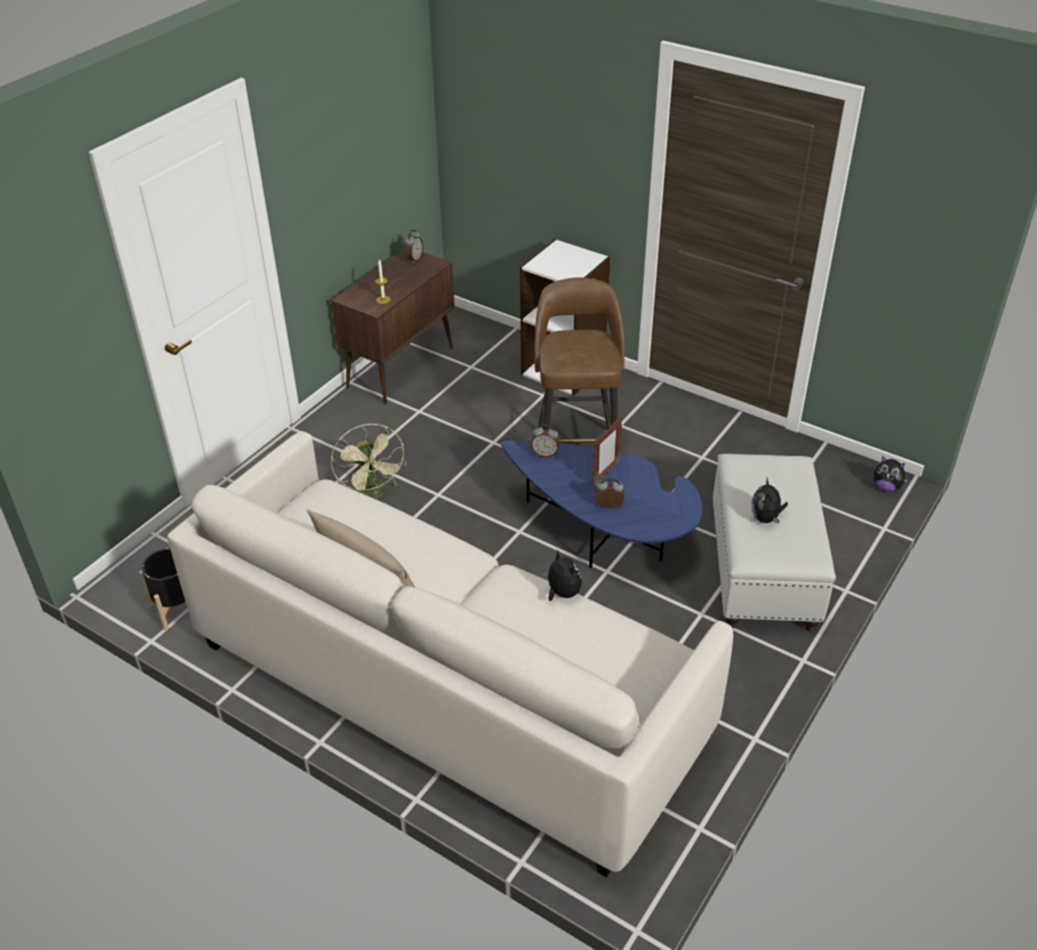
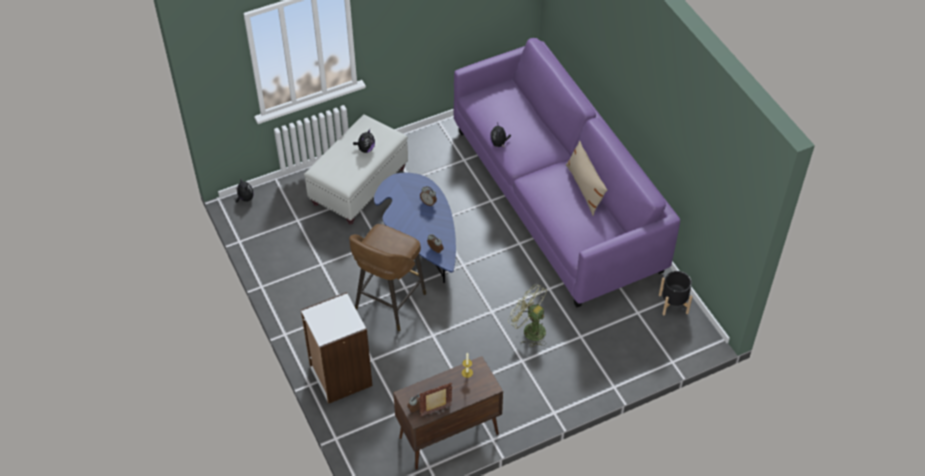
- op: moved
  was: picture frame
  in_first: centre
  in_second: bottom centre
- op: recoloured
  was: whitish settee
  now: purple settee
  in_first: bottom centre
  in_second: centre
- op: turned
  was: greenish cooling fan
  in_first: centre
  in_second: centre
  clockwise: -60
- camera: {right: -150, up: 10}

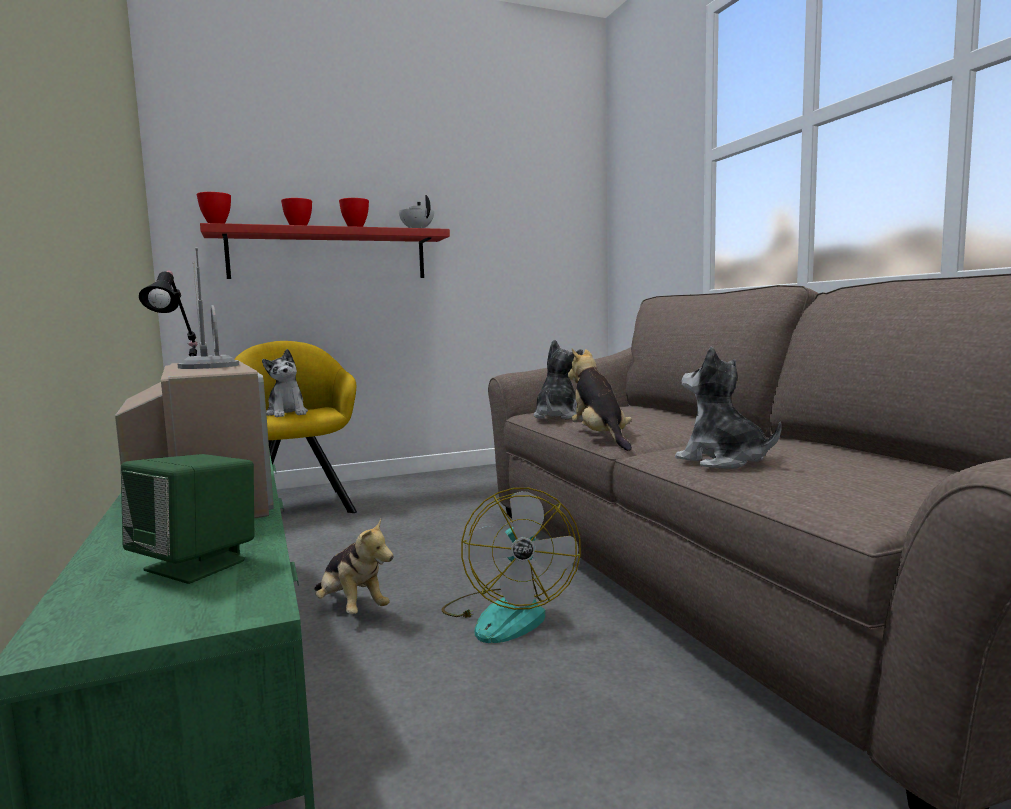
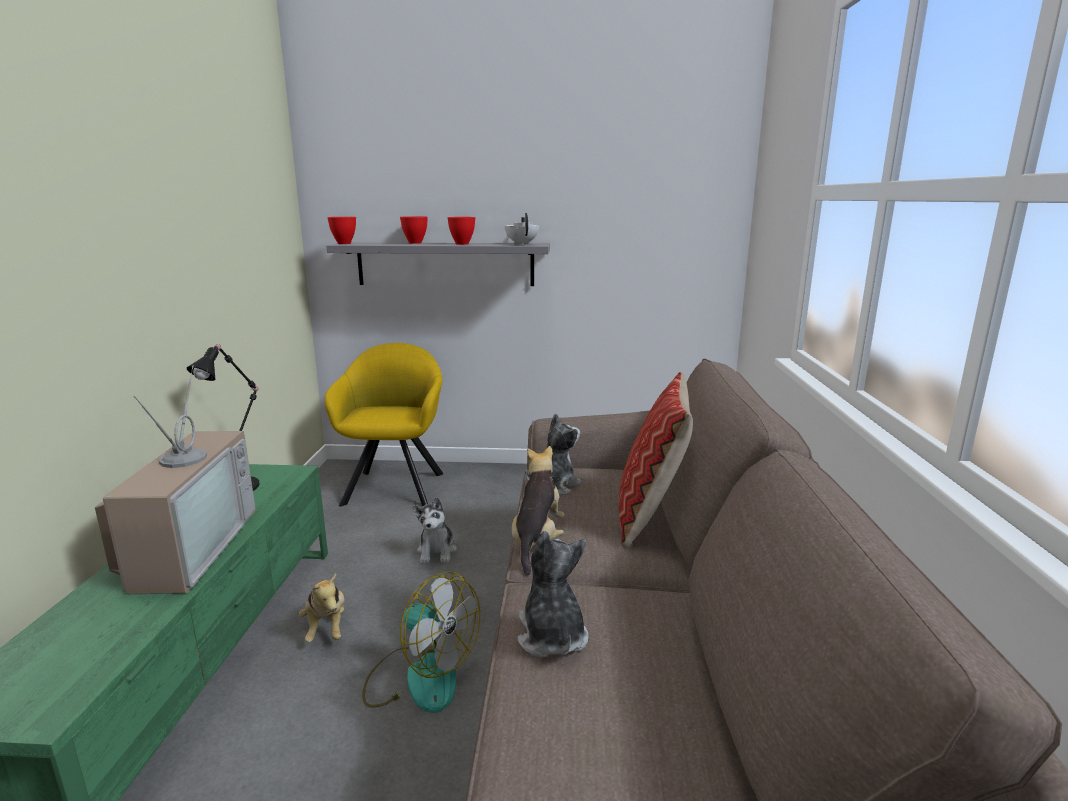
- op: removed
  was: greenish speaker
  in_first: middle left
- op: added
  now: cushion
  in_second: centre
- op: moved
  was: soft toy (1st from left in the first image)
  now: soft toy (2nd from left)
  in_first: middle left
  in_second: centre
- op: recoloured
  was: red-coloured shelf
  now: grey shelf
  in_first: top left
  in_second: top centre
- op: turned
  was: cooling fan
  in_first: bottom centre
  in_second: bottom centre
  clockwise: -75
- camera: {right: 25, up: 10}

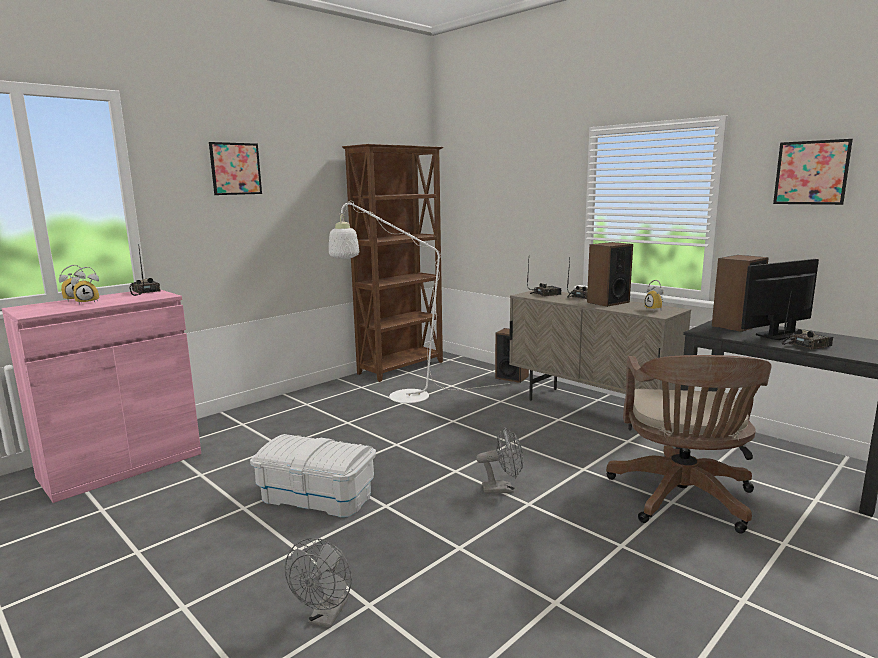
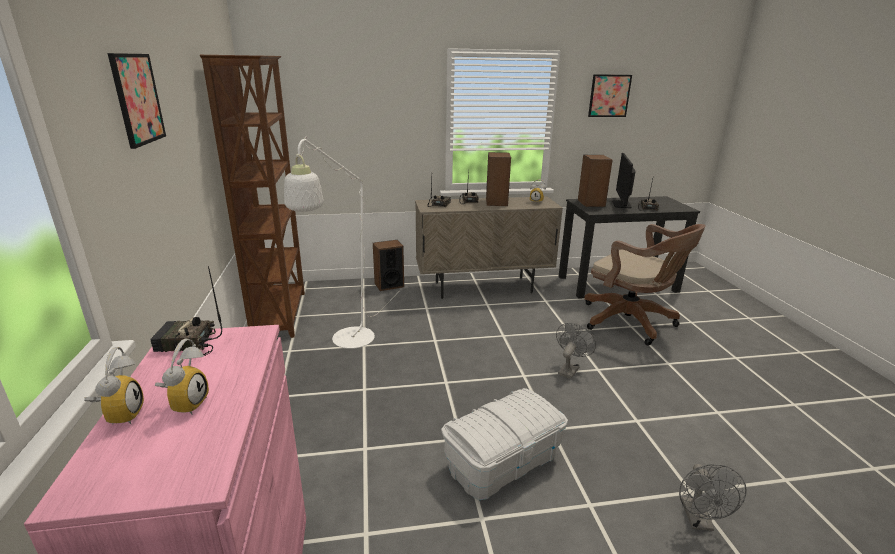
- op: turned
  was: grey cooling fan (1st from left in the first image)
  in_first: bottom centre
  in_second: bottom right
  clockwise: 45
- camera: {right: -55, up: 10}

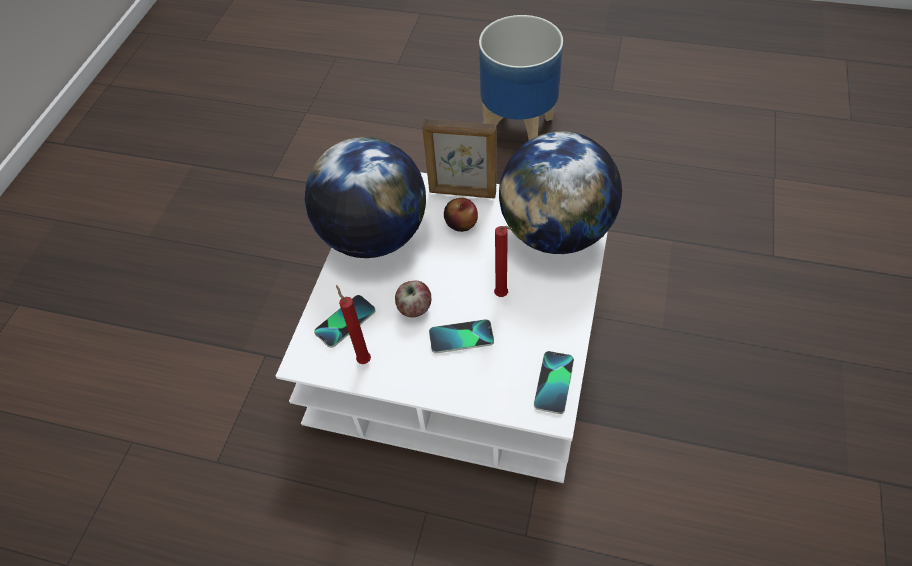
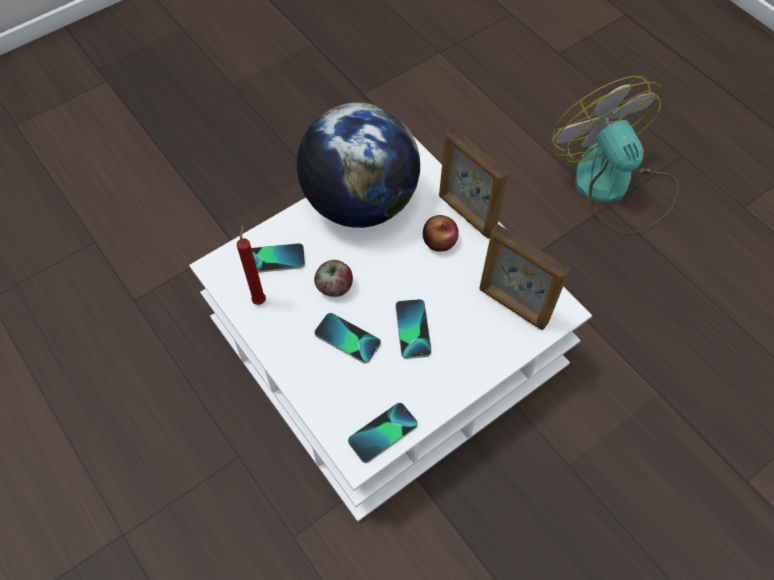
- op: replaced
  was: planter
  now: cooling fan
  in_first: top centre
  in_second: top right
- op: replaced
  was: red-coloured wax candle (2nd from left)
  now: telephone (4th from left)
  in_first: centre
  in_second: centre
- op: replaced
  was: world globe (2nd from left)
  now: picture frame (2nd from left)
  in_first: centre
  in_second: middle right
- camera: {right: 35, up: 5}

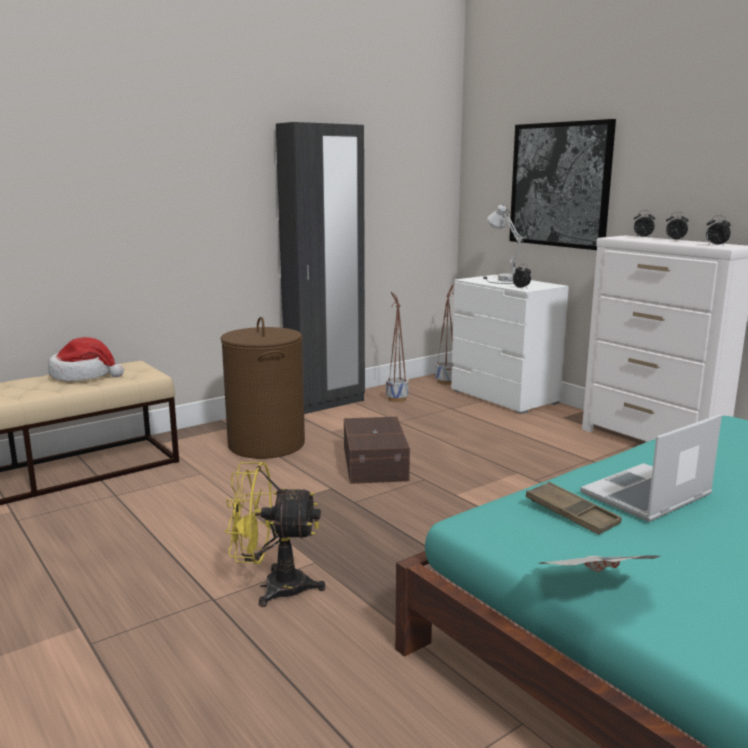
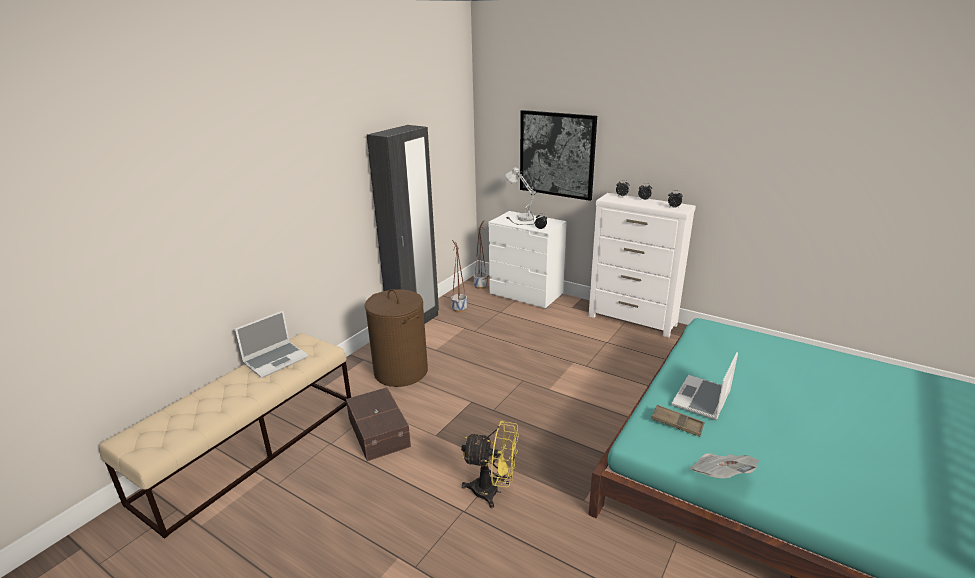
- op: moved
  was: brownish storage bin
  in_first: centre
  in_second: bottom centre
- op: replaced
  was: hat
  now: notebook computer (1st from left)
  in_first: middle left
  in_second: middle left
- op: turned
  was: yellow-coloured cooling fan
  in_first: bottom centre
  in_second: bottom centre
  clockwise: -150
- camera: {right: -20, up: 10}

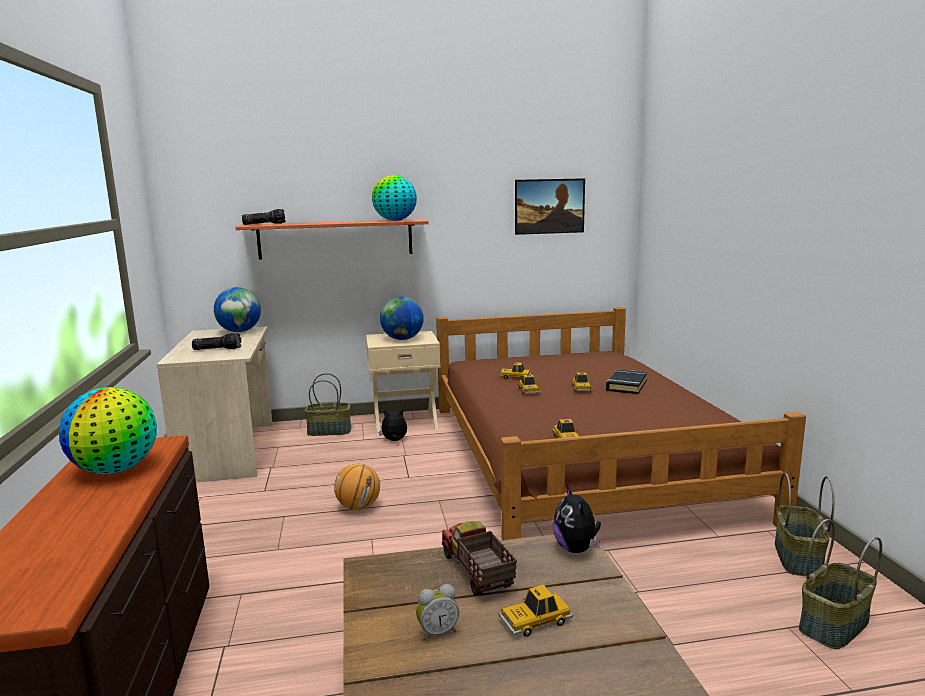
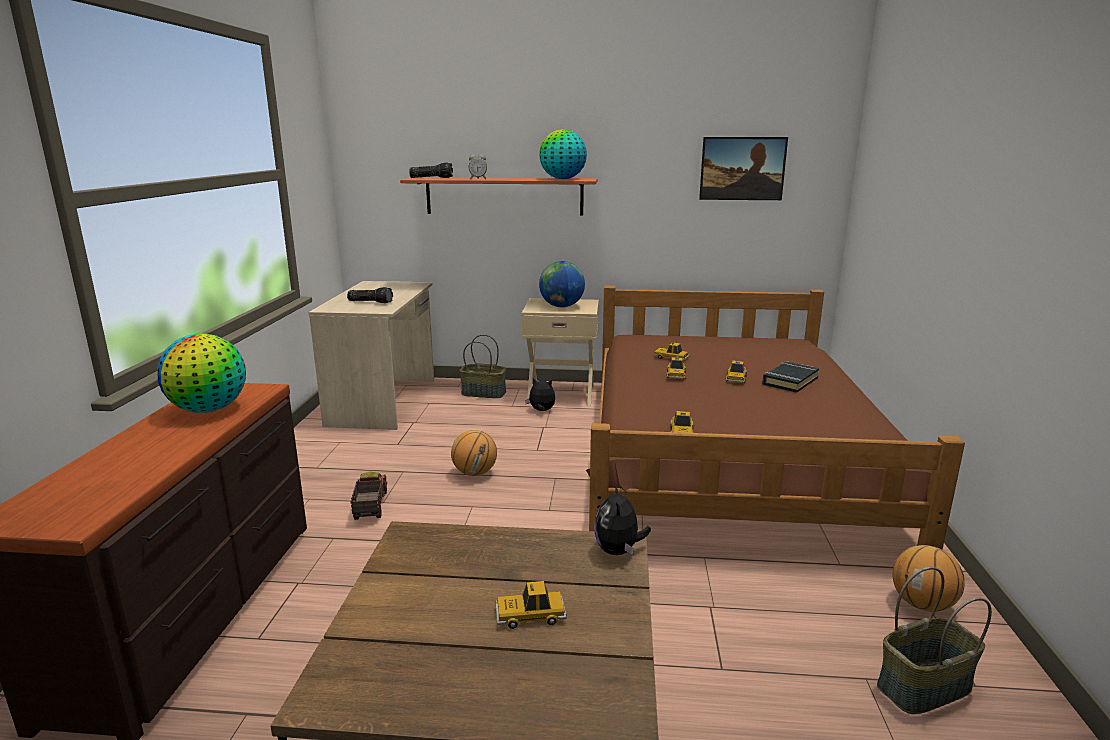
- op: removed
  was: world globe (2nd from left)
  in_first: middle left
- op: moved
  was: alarm clock
  in_first: bottom centre
  in_second: top centre
- op: moved
  was: toy truck
  in_first: bottom centre
  in_second: bottom left
- op: replaced
  was: storage basket (2nd from left)
  now: basketball ball (2nd from left)
  in_first: bottom right
  in_second: bottom right
- camera: {right: 15, up: 5}

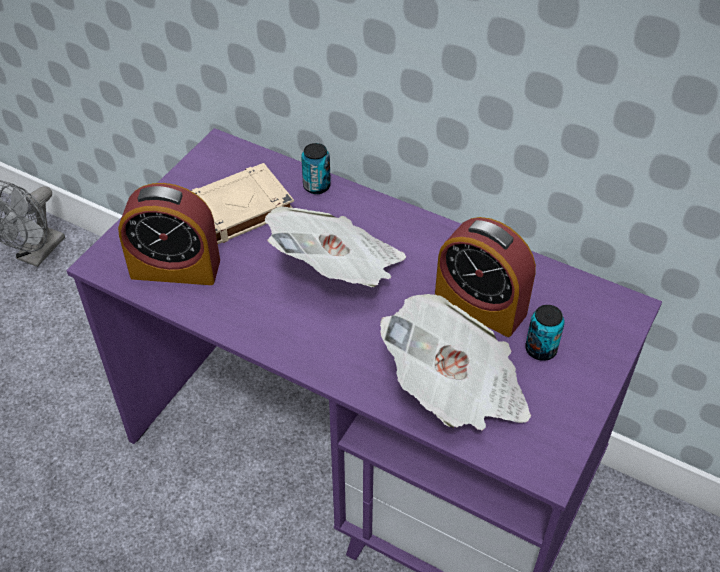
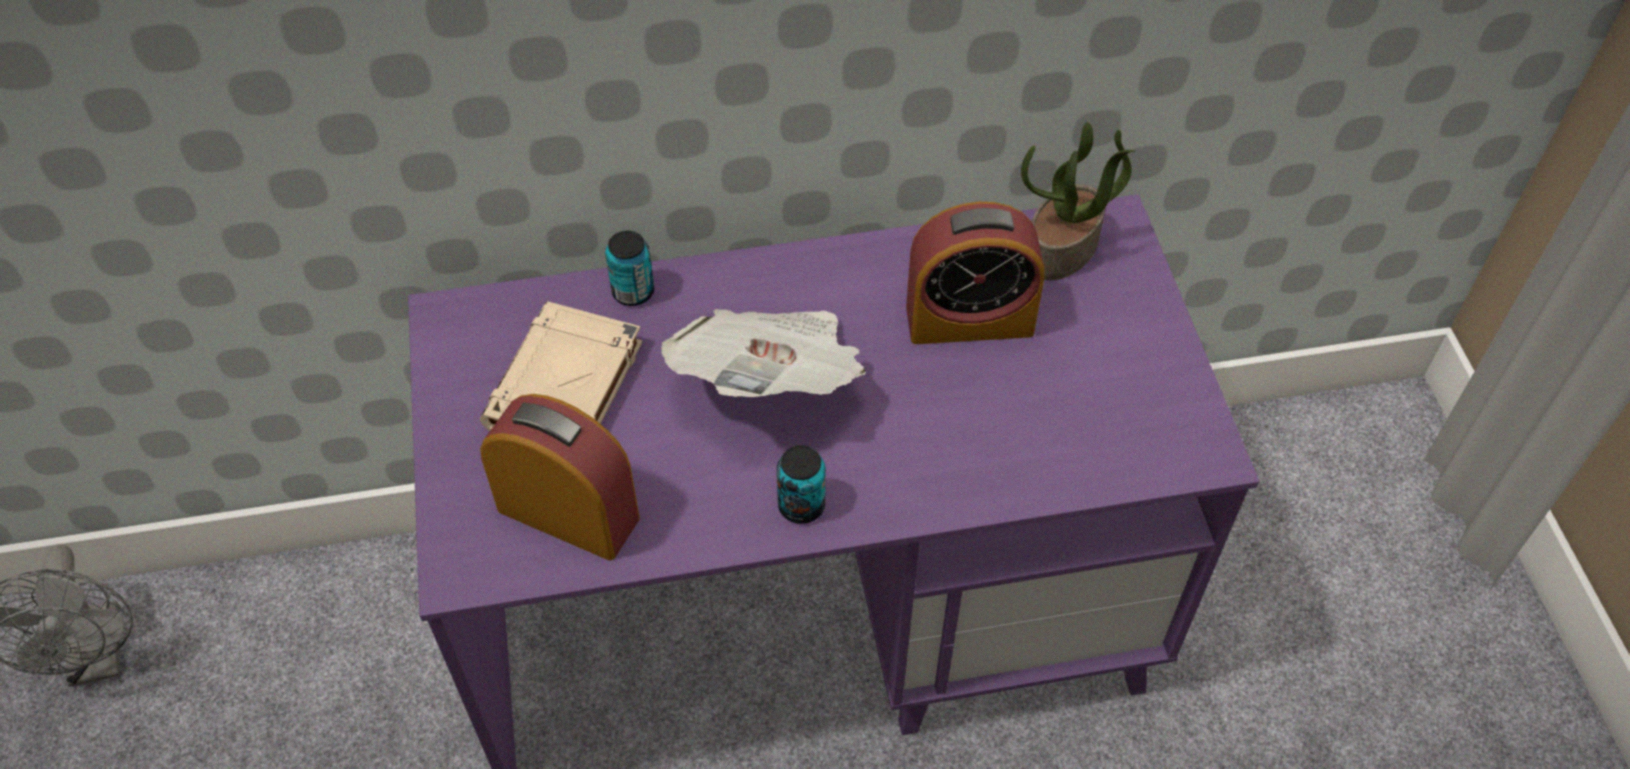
- op: removed
  was: newspaper (2nd from left)
  in_first: centre
- op: added
  now: houseplant
  in_second: top centre
- op: moved
  was: metal can (2nd from left)
  in_first: middle right
  in_second: centre
- op: turned
  was: alarm clock (1st from left)
  in_first: middle left
  in_second: centre
  clockwise: -120
- camera: {right: -40, up: 5}

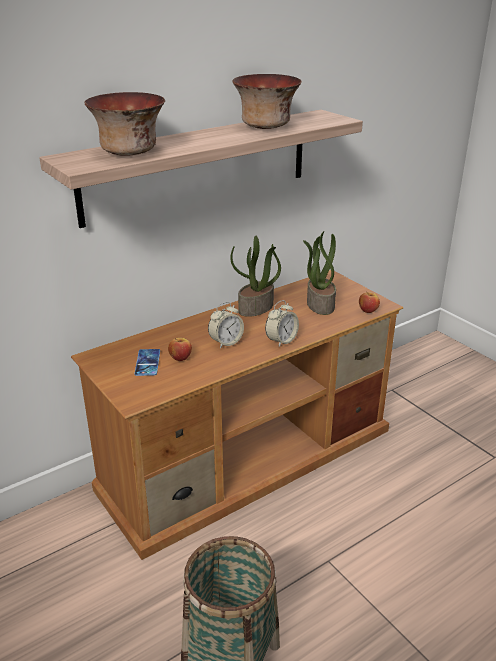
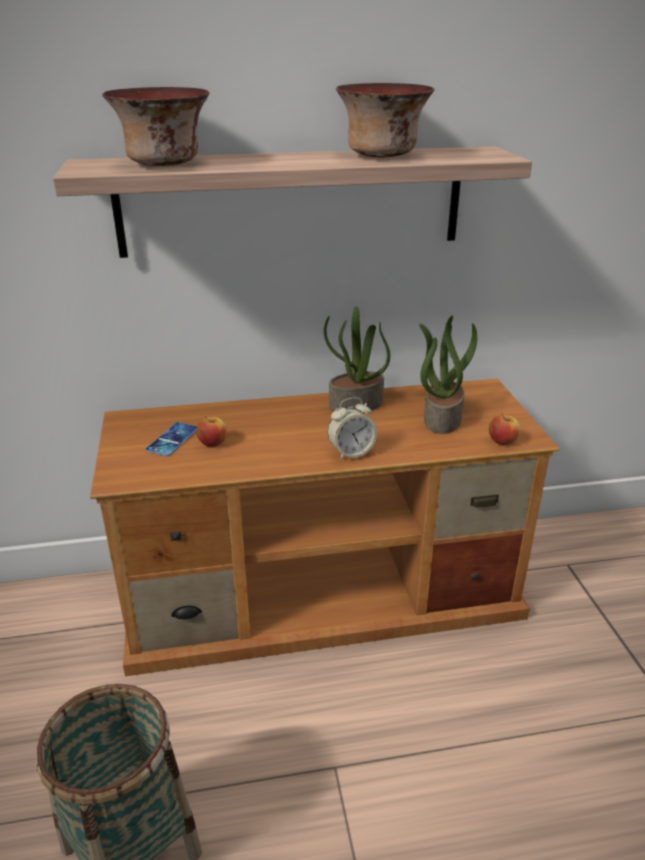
- op: removed
  was: alarm clock (1st from left)
  in_first: centre
- camera: {right: 25, up: 0}

